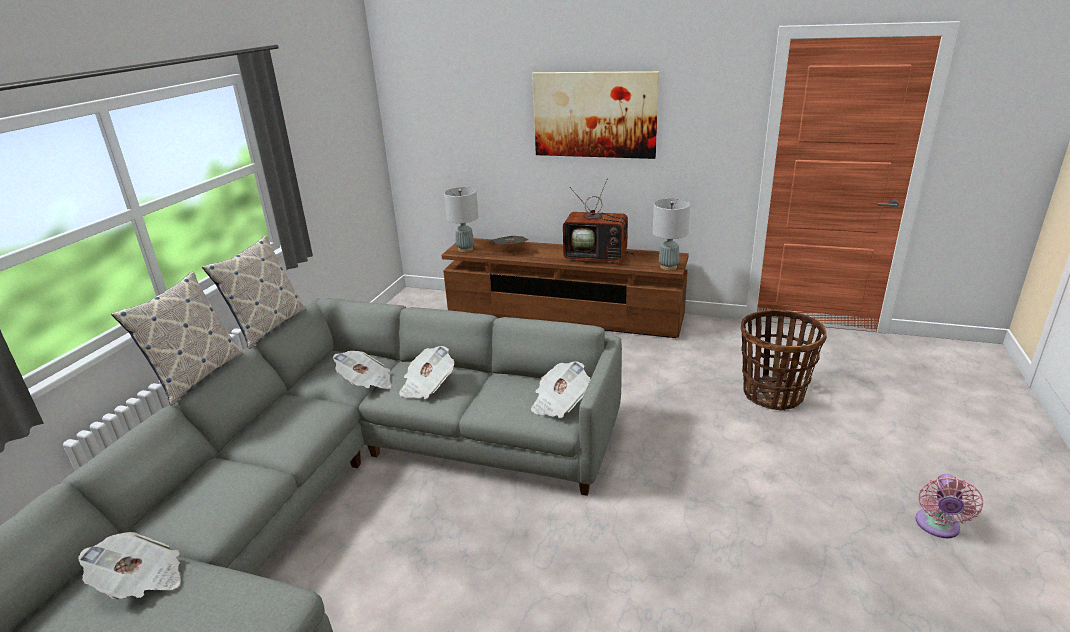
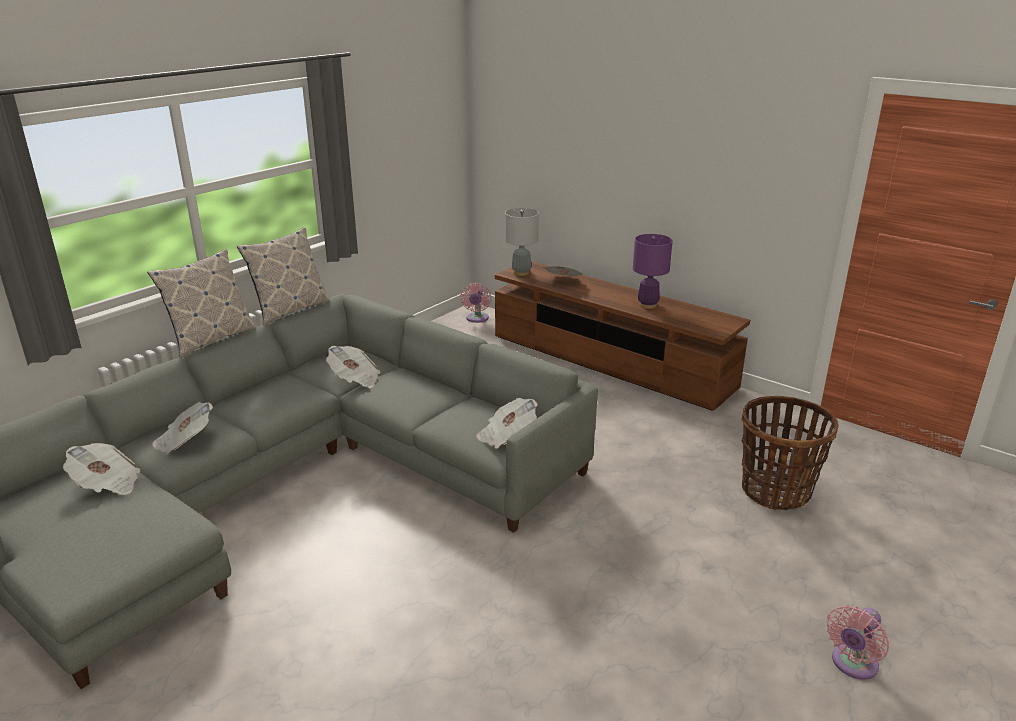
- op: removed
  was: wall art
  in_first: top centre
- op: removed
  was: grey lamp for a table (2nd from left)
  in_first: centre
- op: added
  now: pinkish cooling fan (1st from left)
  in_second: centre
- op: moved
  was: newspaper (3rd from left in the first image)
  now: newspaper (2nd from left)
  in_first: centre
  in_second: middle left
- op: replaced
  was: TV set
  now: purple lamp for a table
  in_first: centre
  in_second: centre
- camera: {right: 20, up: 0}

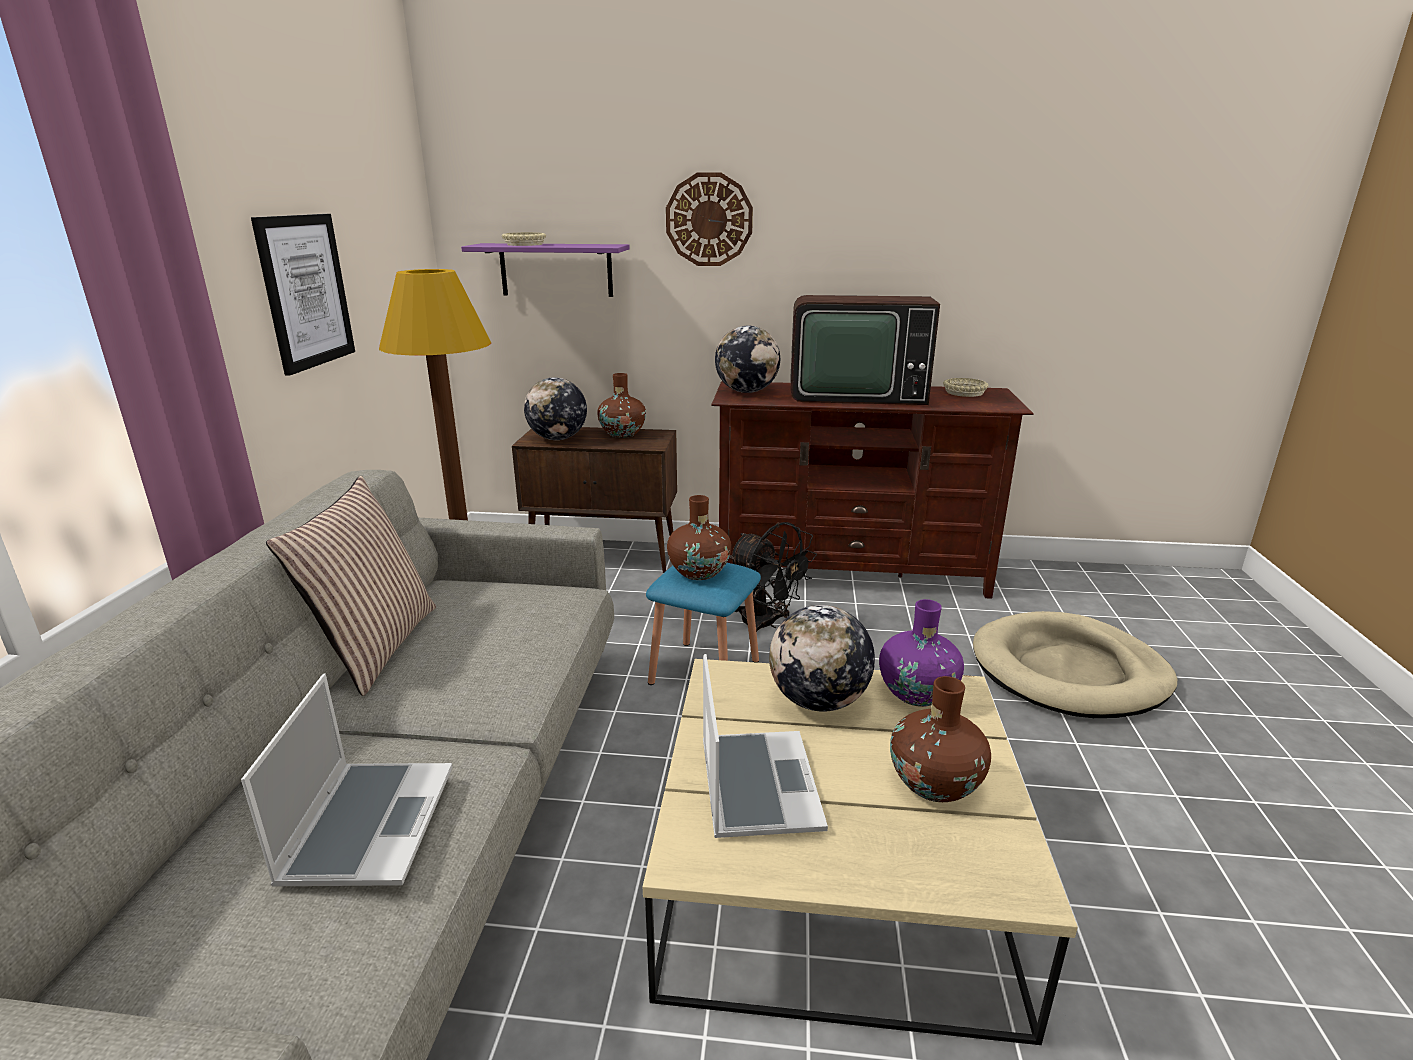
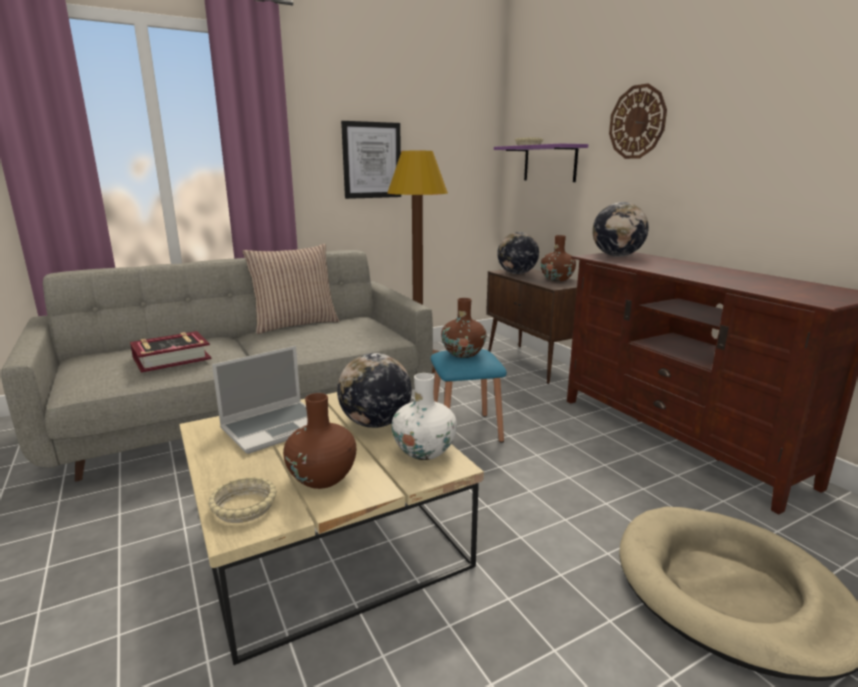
- op: removed
  was: black cooling fan
  in_first: centre
- op: removed
  was: TV set
  in_first: top centre
- op: moved
  was: beige serving bowl (2nd from left in the first image)
  now: beige serving bowl (1st from left)
  in_first: middle right
  in_second: bottom left
- op: replaced
  was: notebook computer (1st from left)
  now: volume
  in_first: bottom left
  in_second: middle left
- op: recoloured
  was: purple vase
  now: whitish vase
  in_first: centre
  in_second: centre
- camera: {right: 55, up: -5}

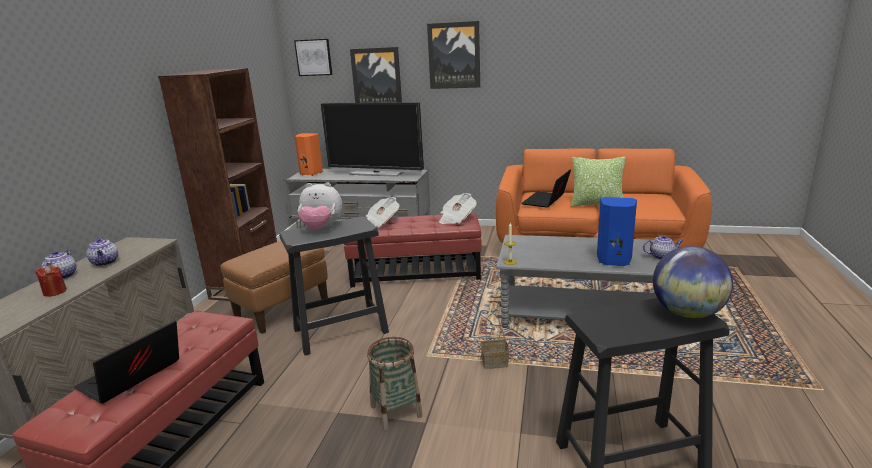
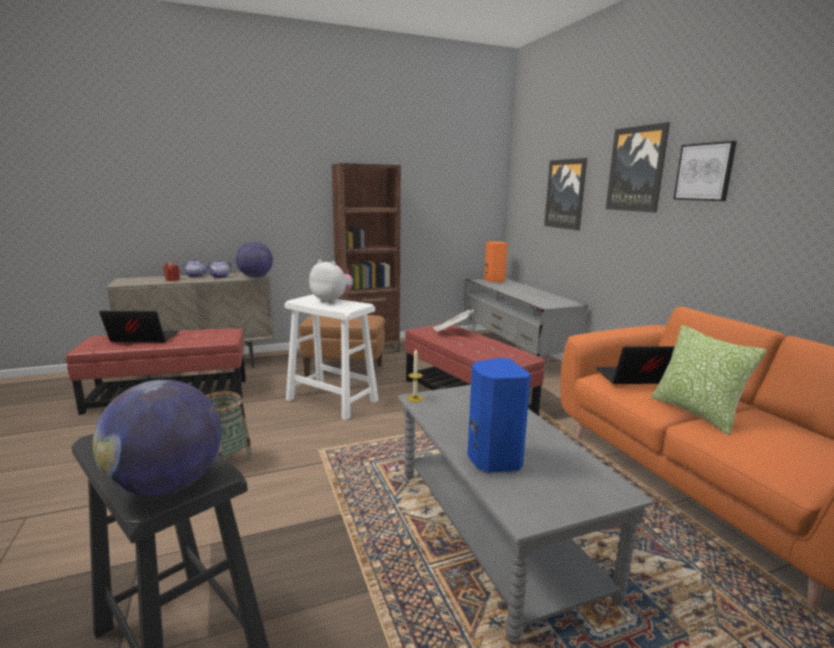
- op: removed
  was: TV set
  in_first: top centre
- op: removed
  was: newspaper (2nd from left)
  in_first: centre
- op: removed
  was: storage basket (2nd from left)
  in_first: bottom centre
- op: removed
  was: teapot (3rd from left)
  in_first: middle right
- op: added
  now: world globe (2nd from left)
  in_second: middle left
- op: moved
  was: wall art (1st from left in the first image)
  now: wall art (3rd from left)
  in_first: top centre
  in_second: top right
- op: recoloured
  was: black sitting stool (1st from left)
  now: whitish sitting stool
  in_first: centre
  in_second: centre
- op: turned
  was: soft toy
  in_first: centre
  in_second: centre
  clockwise: 150
- camera: {right: 55, up: -5}

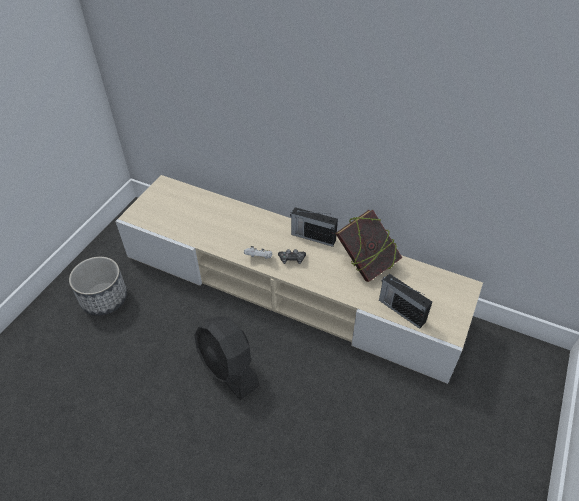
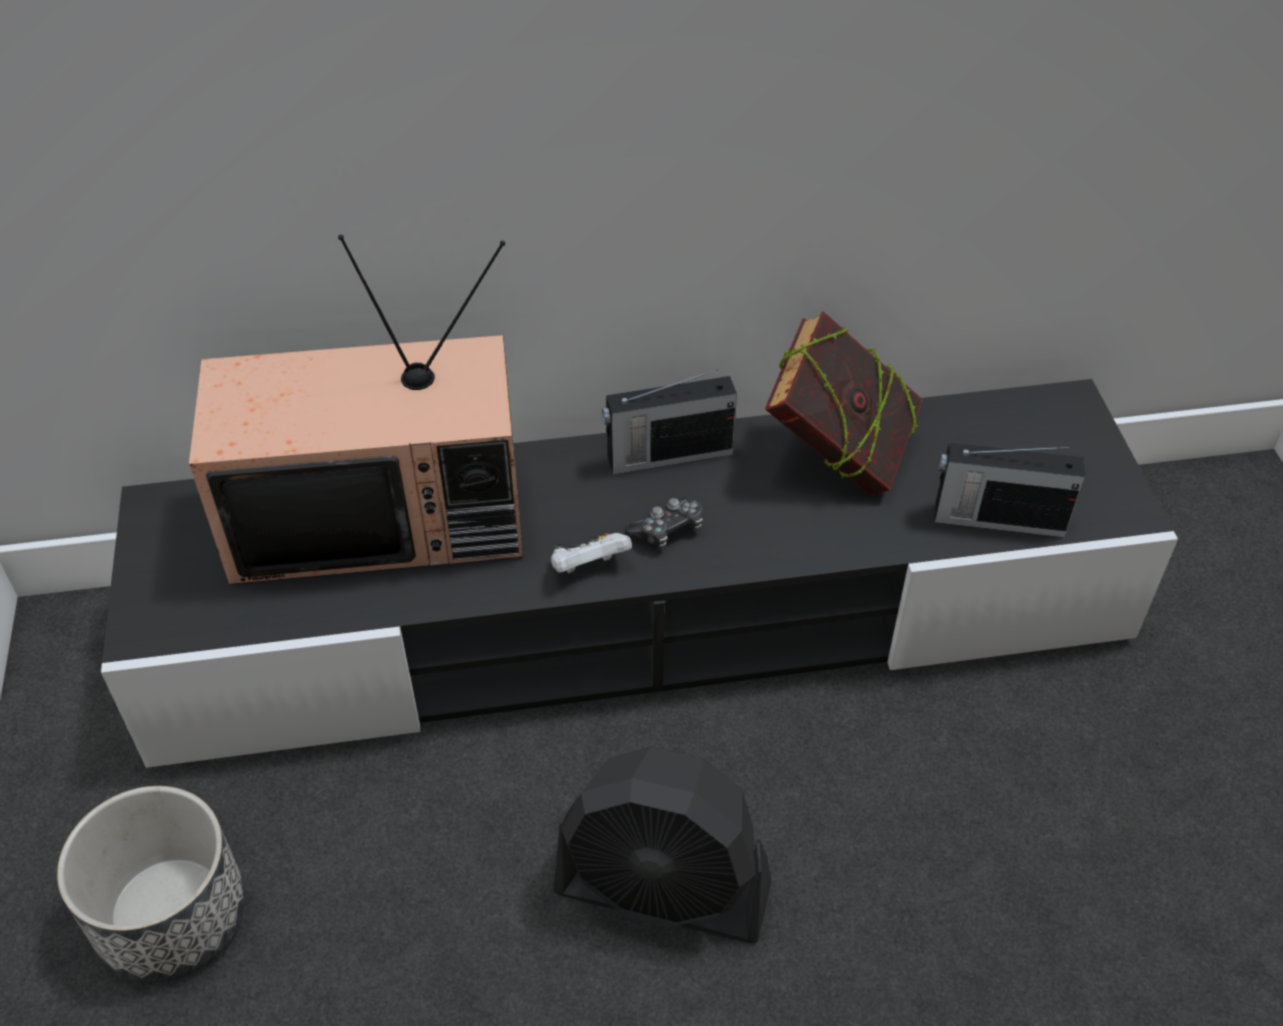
- op: added
  now: TV set
  in_second: middle left
- op: recoloured
  was: beige media console
  now: black media console
  in_first: centre
  in_second: centre
- camera: {right: -35, up: 0}

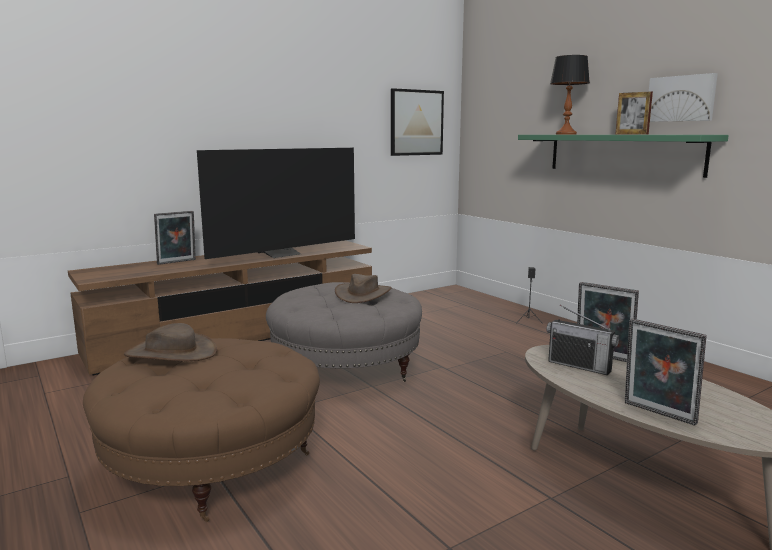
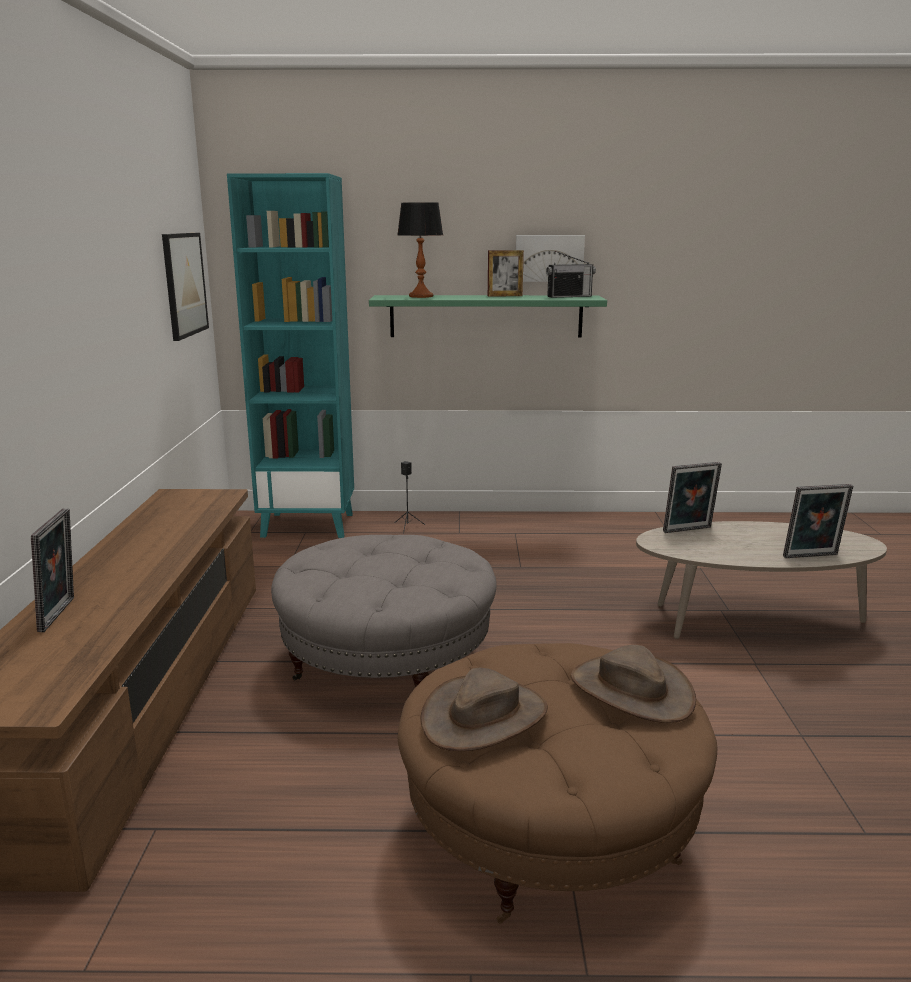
- op: removed
  was: TV set
  in_first: centre
- op: added
  now: blue-green bookshelf
  in_second: middle left
- op: moved
  was: brownish hat (2nd from left)
  in_first: centre
  in_second: bottom right
- op: moved
  was: radio
  in_first: middle right
  in_second: top centre
- camera: {right: -55, up: 5}

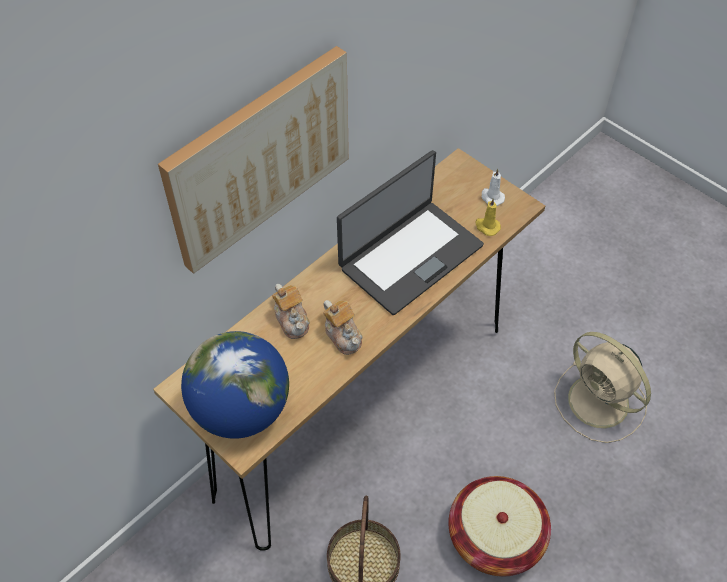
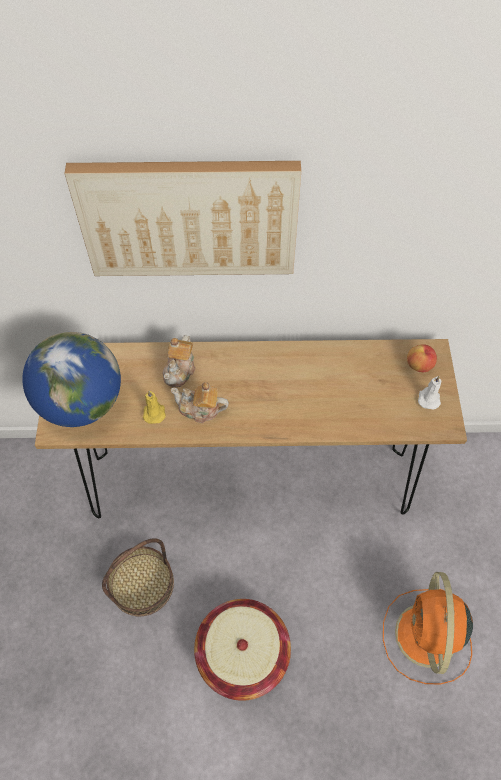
- op: removed
  was: notebook computer
  in_first: centre
- op: added
  now: apple
  in_second: middle right
- op: moved
  was: yellow-coloured wax candle
  in_first: middle right
  in_second: middle left
- op: recoloured
  was: beige cooling fan
  now: orange-coloured cooling fan
  in_first: middle right
  in_second: bottom right
- op: turned
  was: teapot (2nd from left)
  in_first: centre
  in_second: centre
  clockwise: 90
- camera: {right: 45, up: 5}

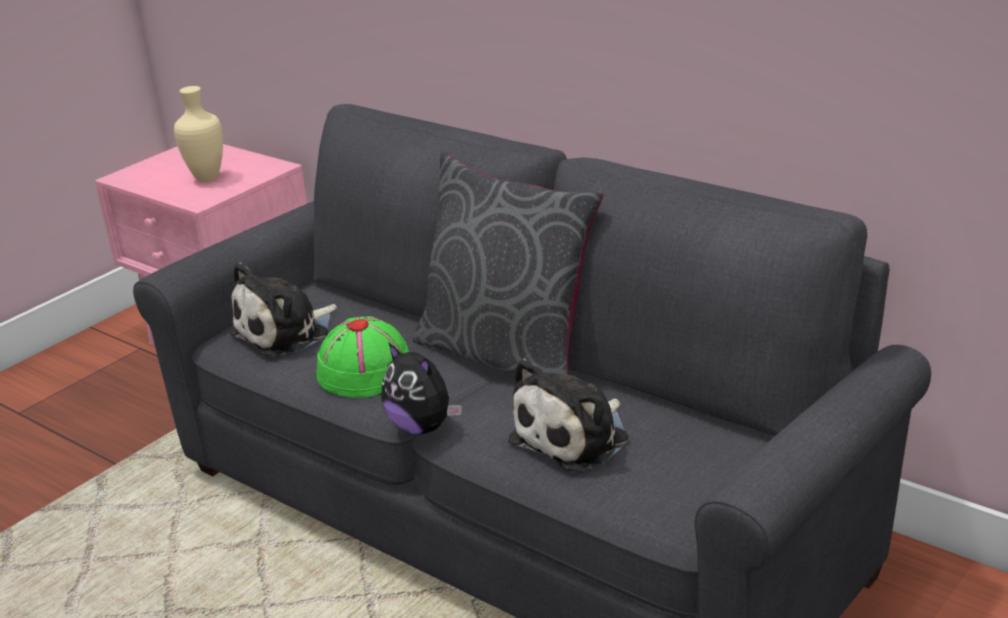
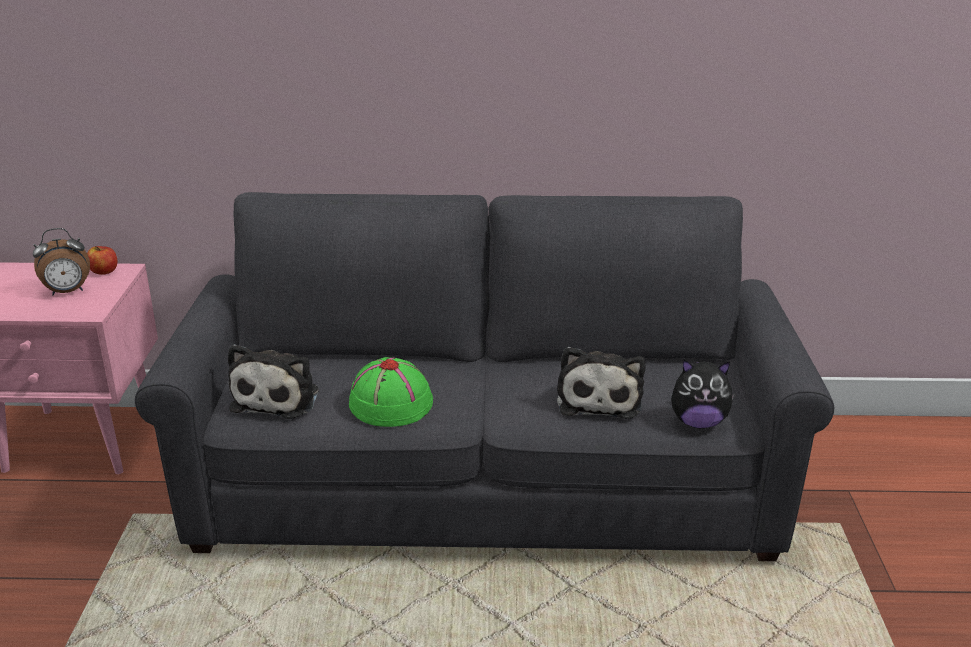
- op: removed
  was: grey cushion
  in_first: centre
- op: added
  now: apple
  in_second: middle left
- op: moved
  was: soft toy (2nd from left in the first image)
  now: soft toy (3rd from left)
  in_first: centre
  in_second: middle right
- op: replaced
  was: beige vase
  now: alarm clock
  in_first: top left
  in_second: middle left
- camera: {right: -40, up: 0}

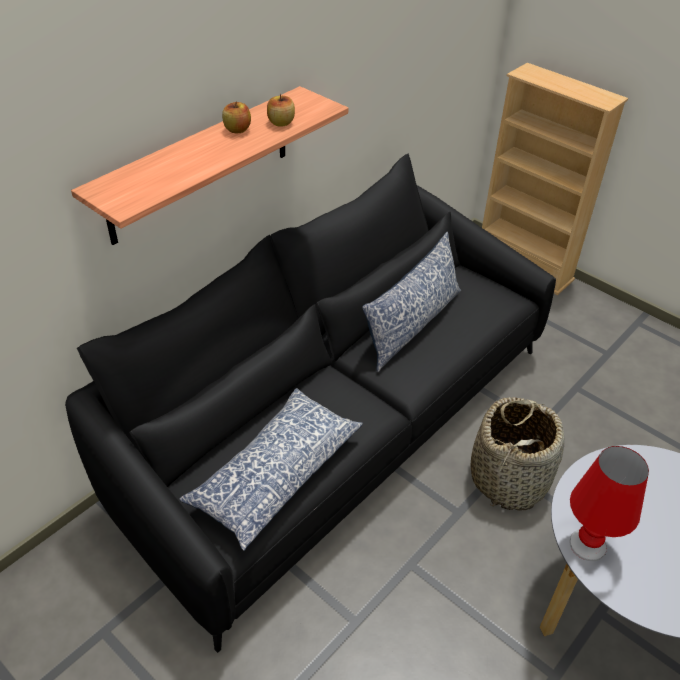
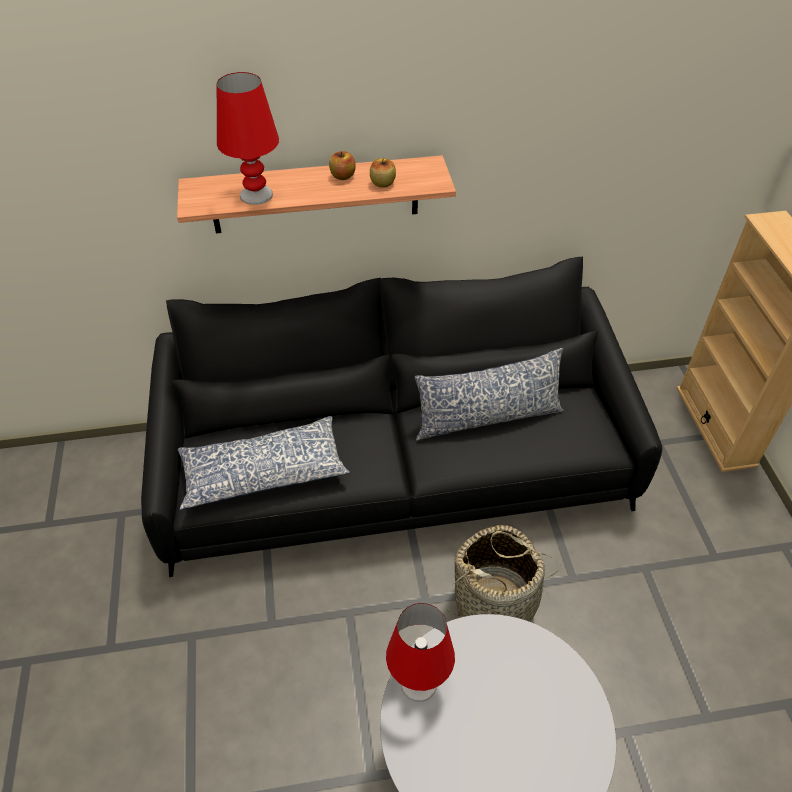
- op: added
  now: red-coloured lamp for a table (1st from left)
  in_second: top left
- camera: {right: 40, up: 5}

